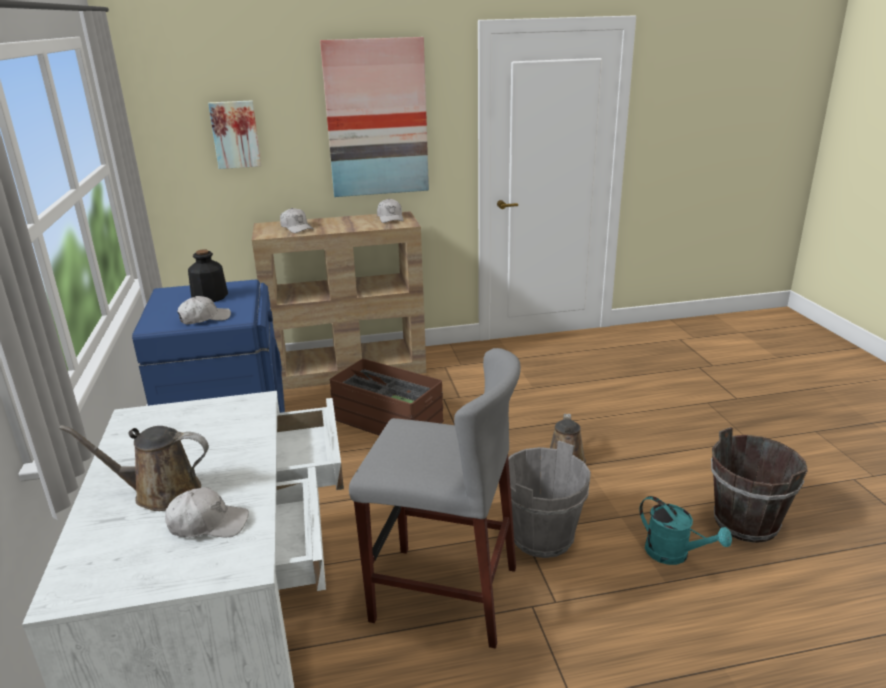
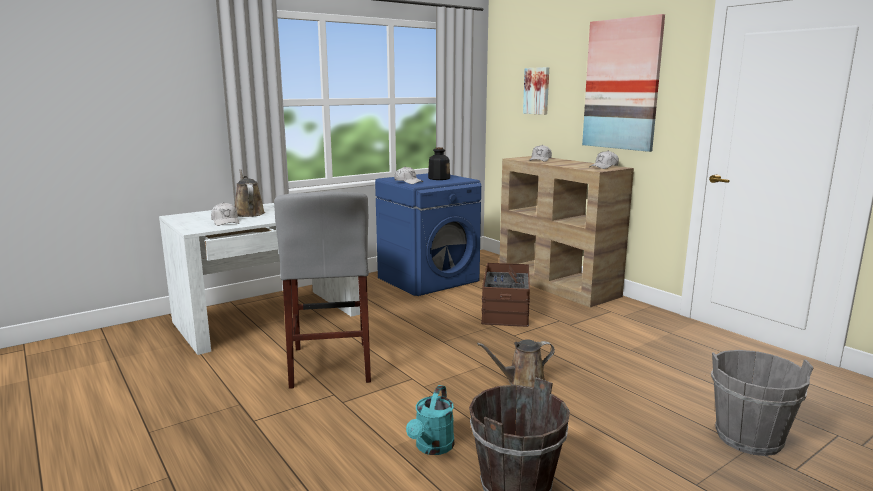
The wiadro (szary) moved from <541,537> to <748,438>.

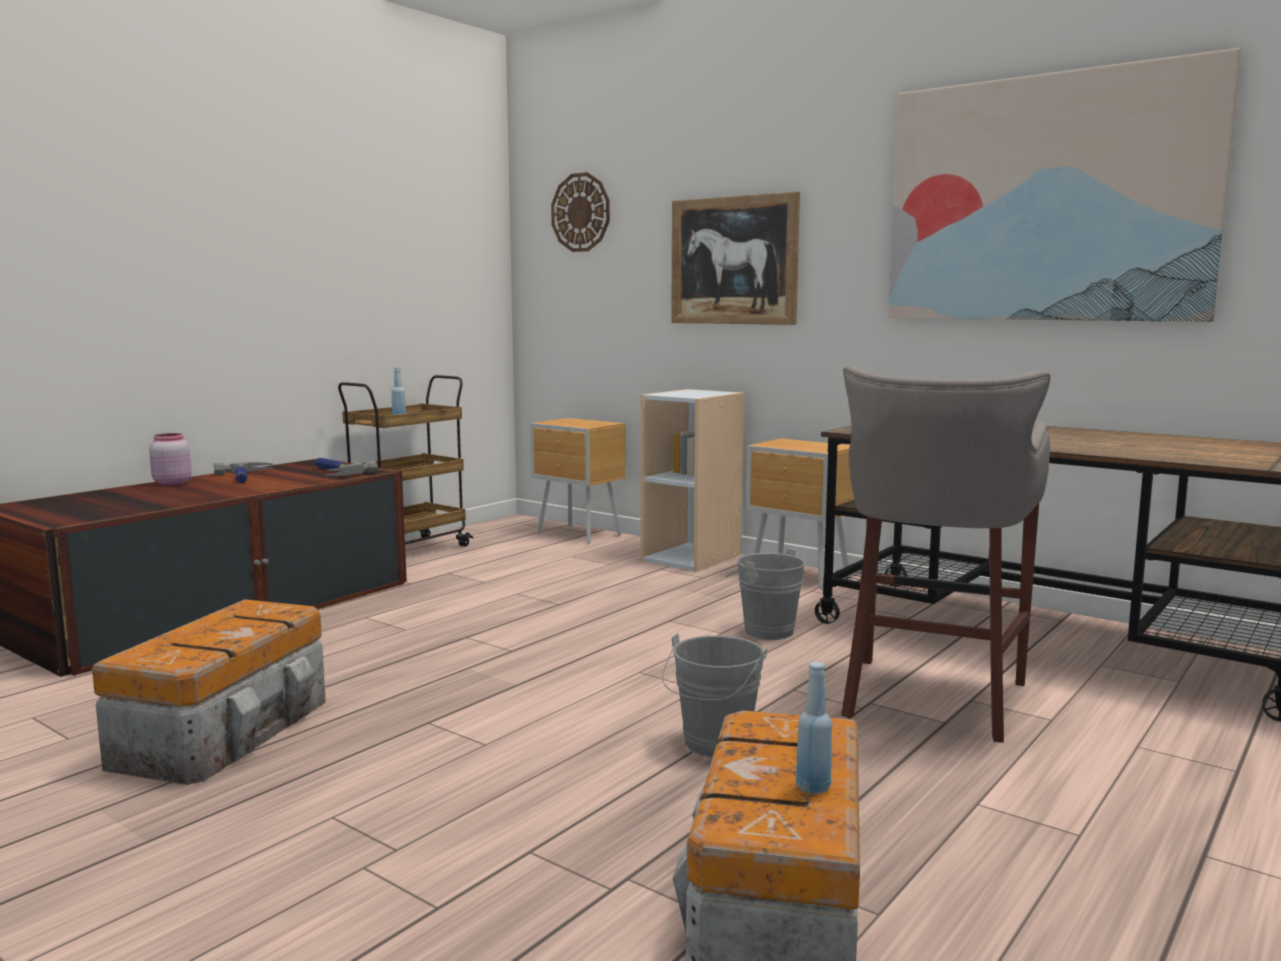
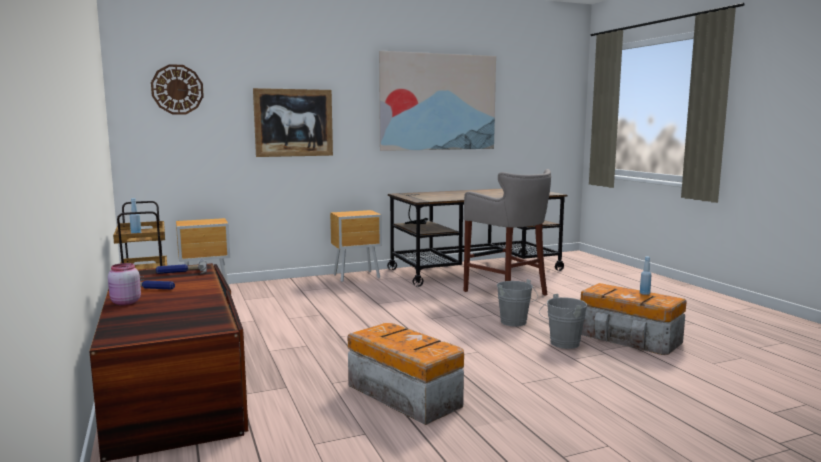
The wiadro (szary) moved from <764,630> to <561,344>.
The regał at <692,557> disappeared.

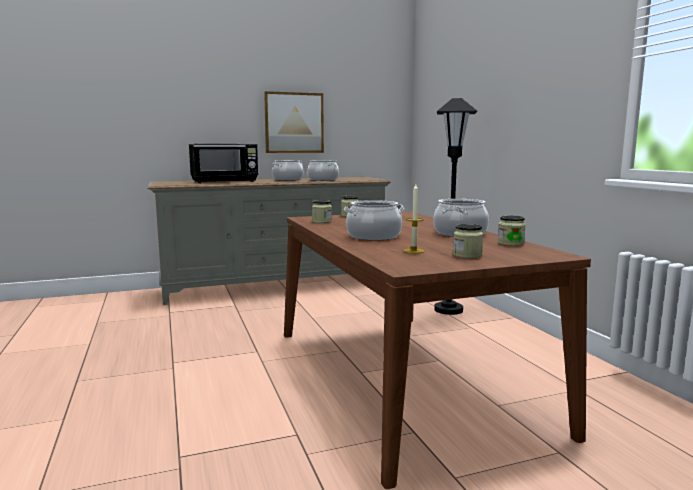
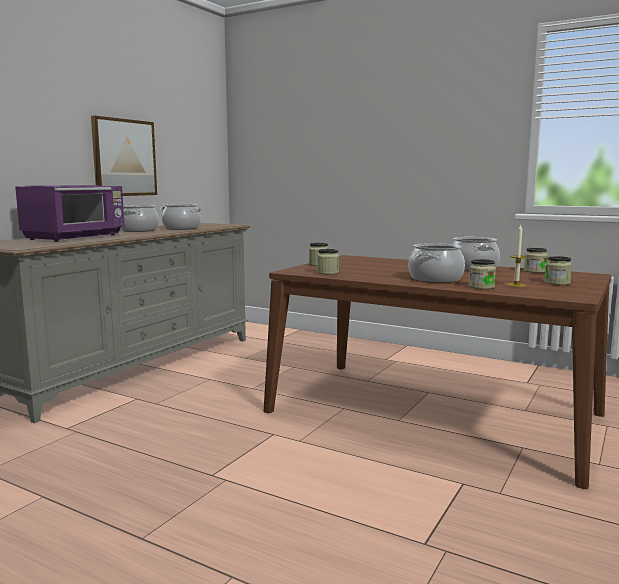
The mikrofalówka (czarny) at <225,181> became the mikrofalówka (fioletowy) at <76,237>.
The słoik at <481,287> appeared.
The lampa stojąca (czarny) at <448,310> disappeared.

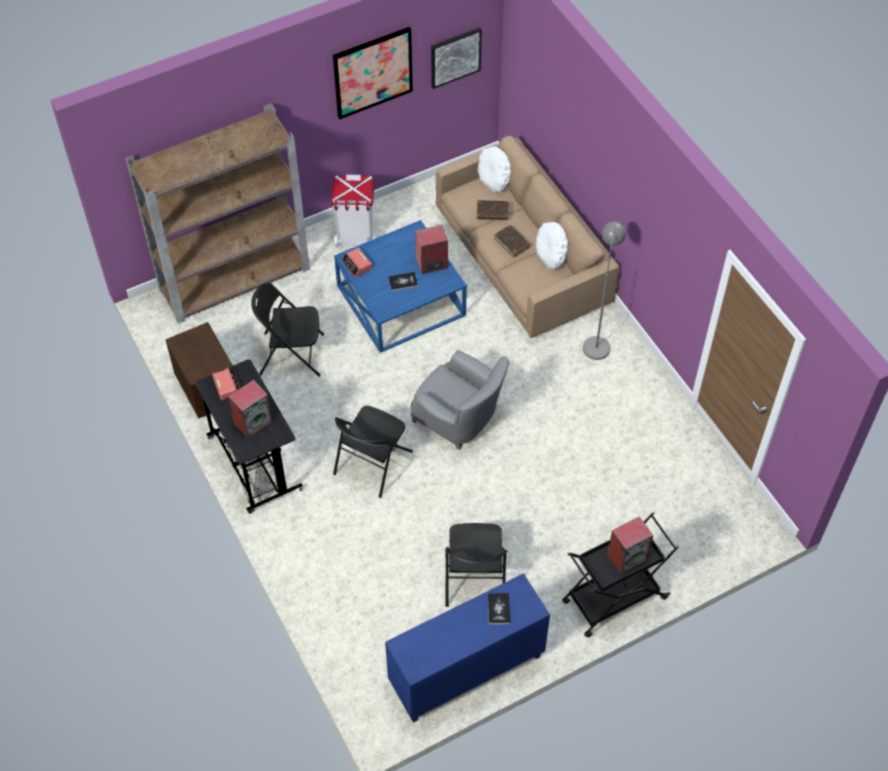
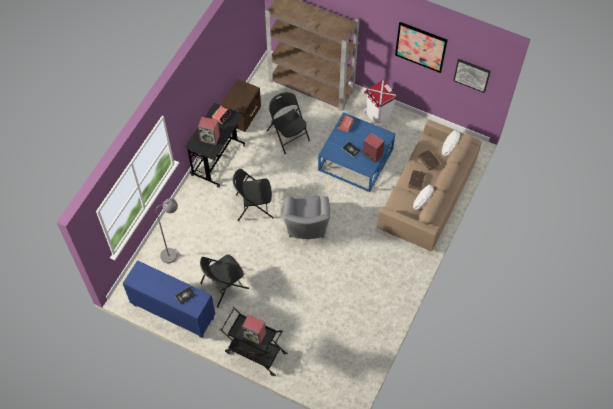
The lampa stojąca (szary) moved from <597,342> to <173,254>.

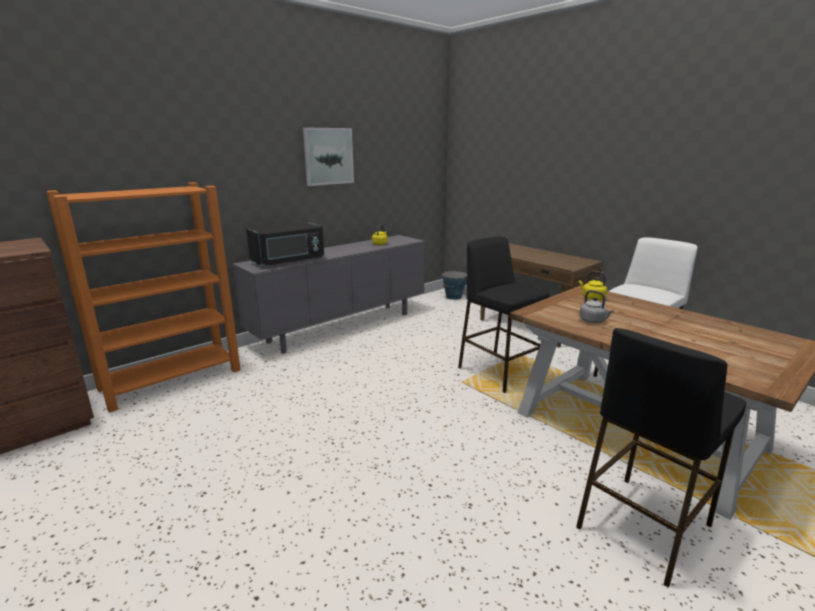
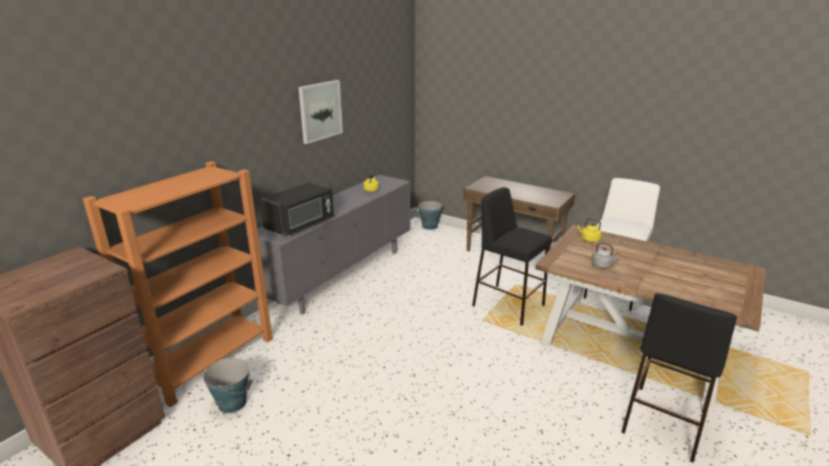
The wiadro at <232,403> appeared.

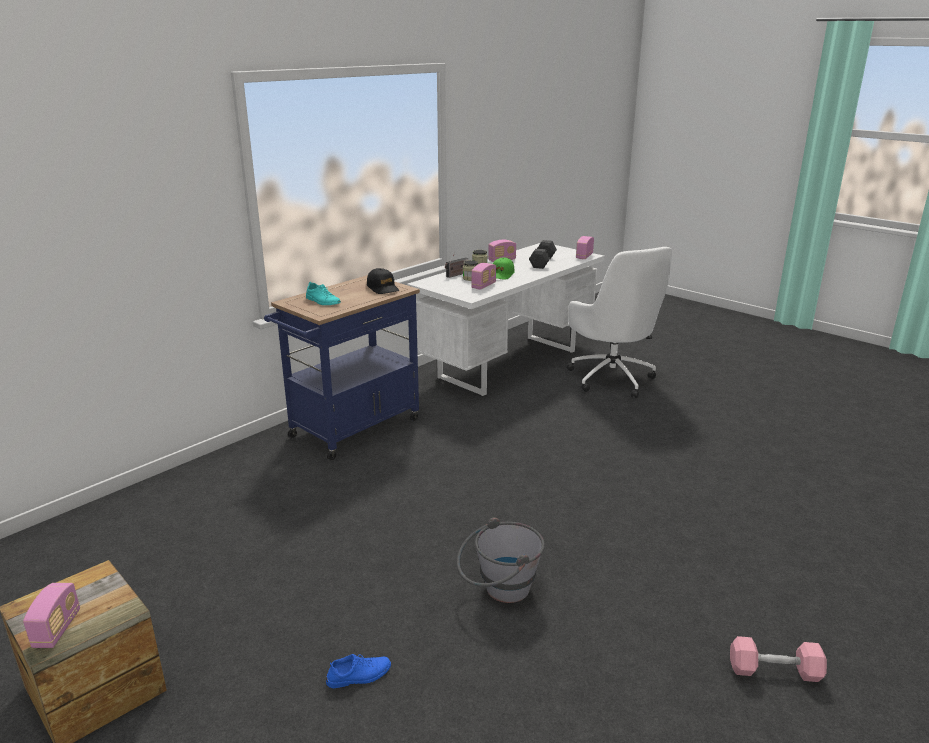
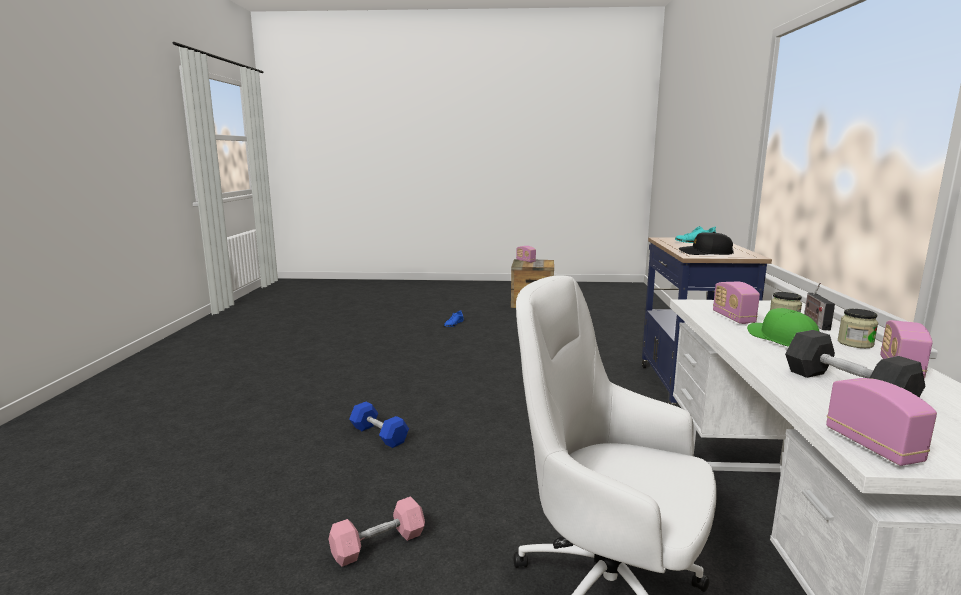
The hantel (różowy) moved from <774,671> to <378,544>.
The hantel (niebieski) at <379,435> appeared.
The wiadro (szary) at <499,591> disappeared.

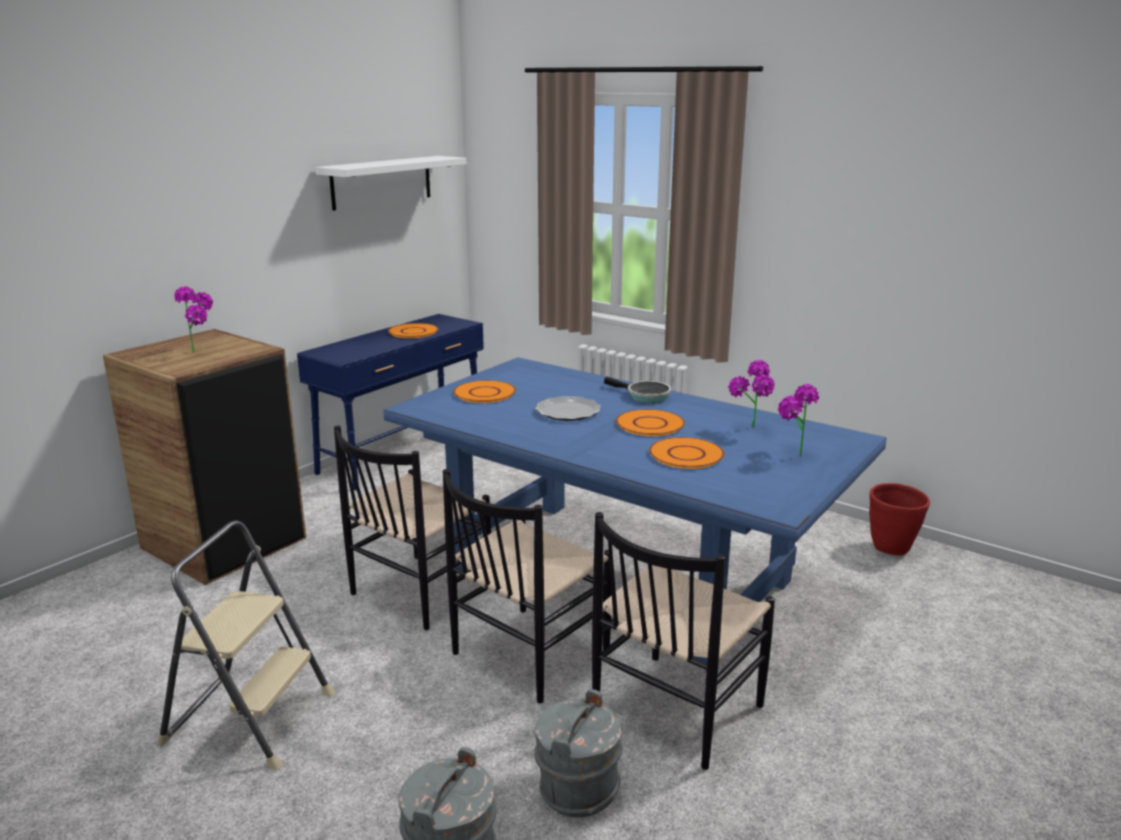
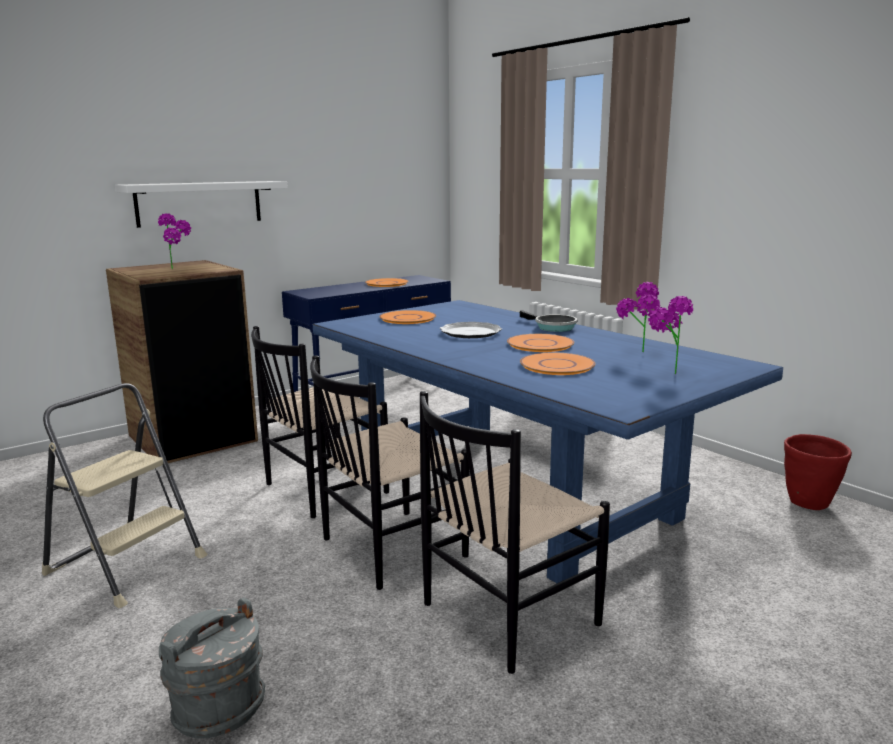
The półka (biały) moved from <382,182> to <199,203>.
The wiadro (szary) at <577,788> disappeared.

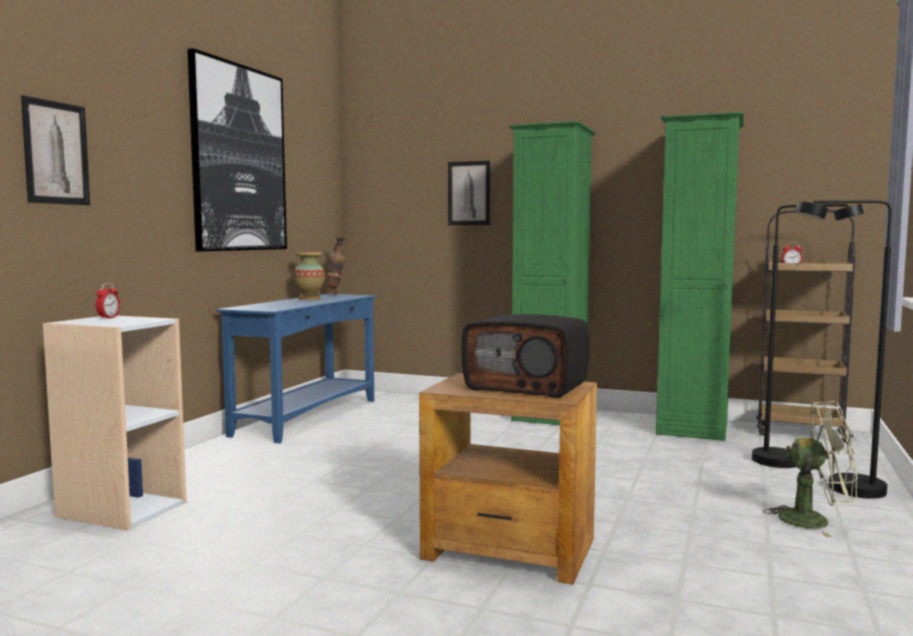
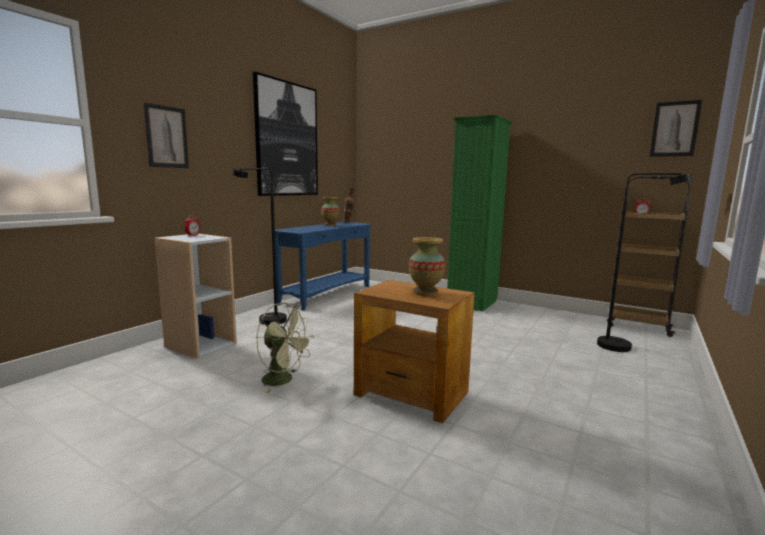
The lampa stojąca (czarny) moved from <841,489> to <266,320>.
The wentylator (zielony) moved from <815,521> to <283,380>.
The radio at <527,386> was replaced by the wazon at <426,293>.
The obraz moved from <469,193> to <674,129>.
The szafka (zielony) at <693,428> disappeared.

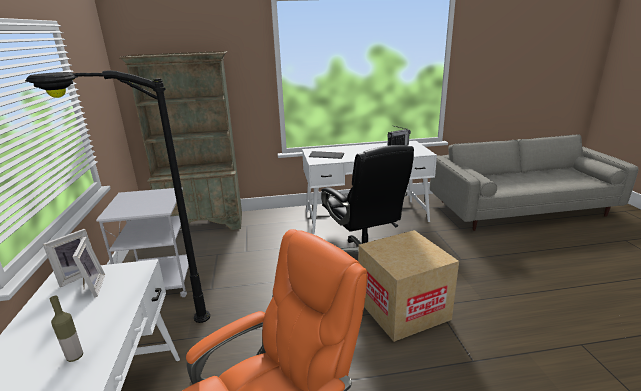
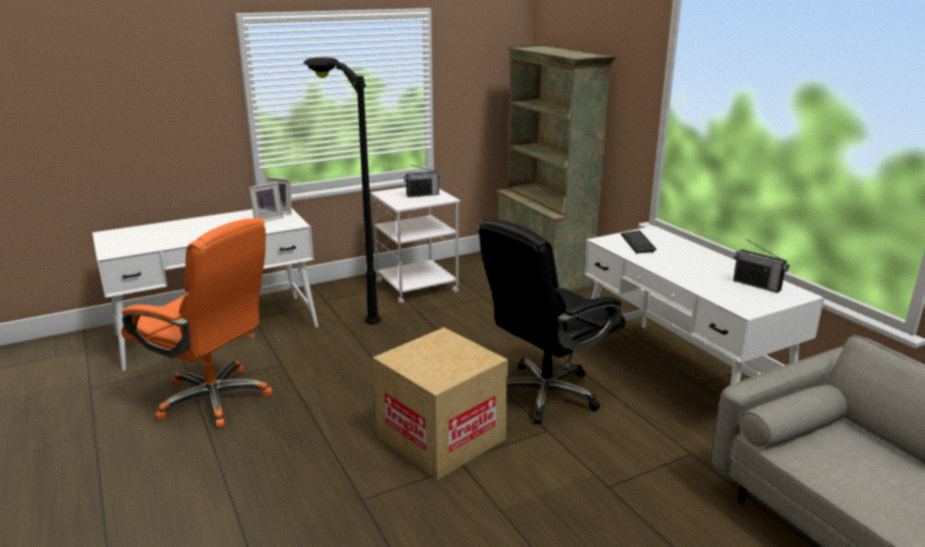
The radio at <422,195> appeared.
The butelka at <75,357> disappeared.

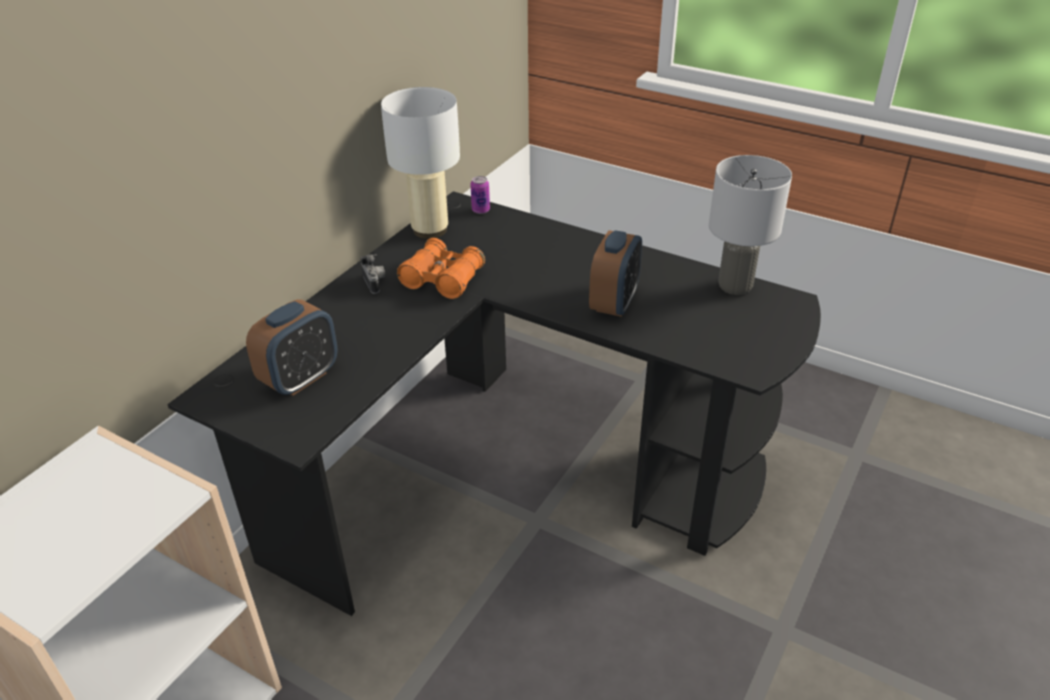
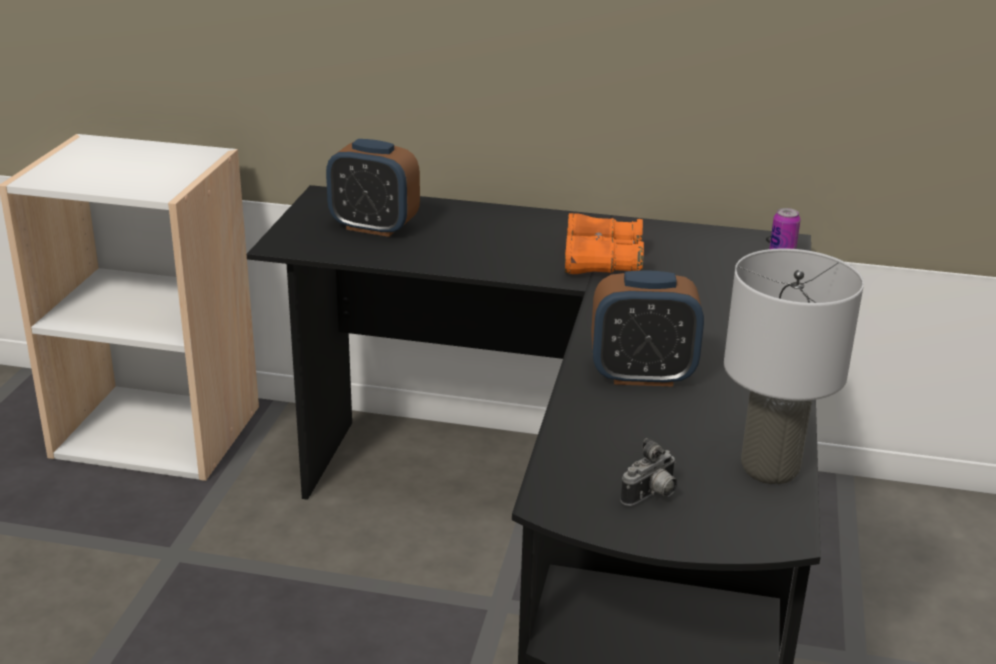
The aparat fotograficzny moved from <375,283> to <652,496>.
The lampa stołowa (biały) at <429,230> disappeared.

